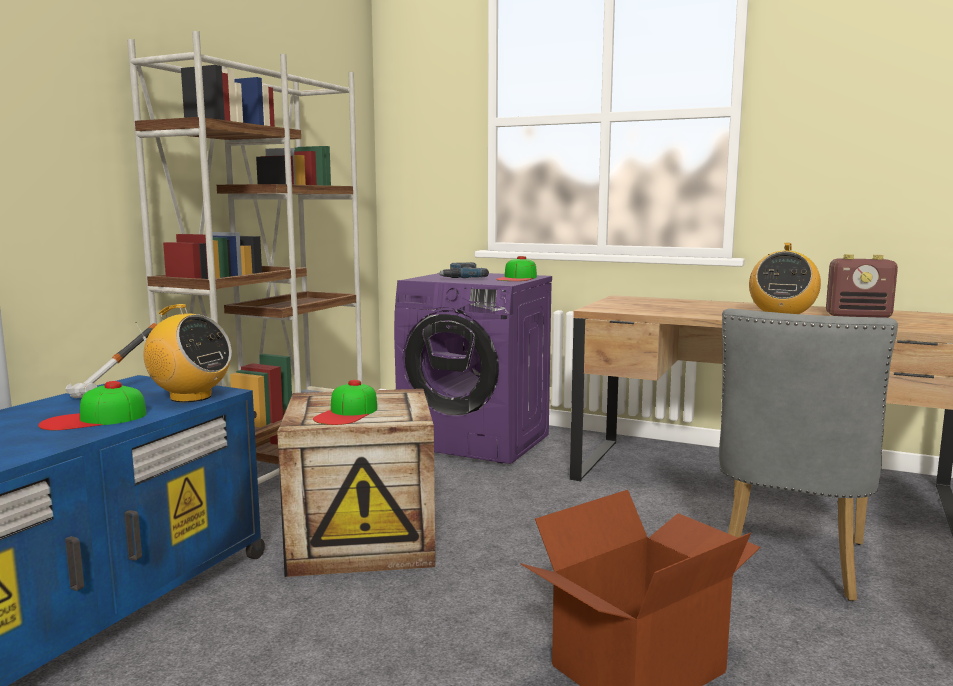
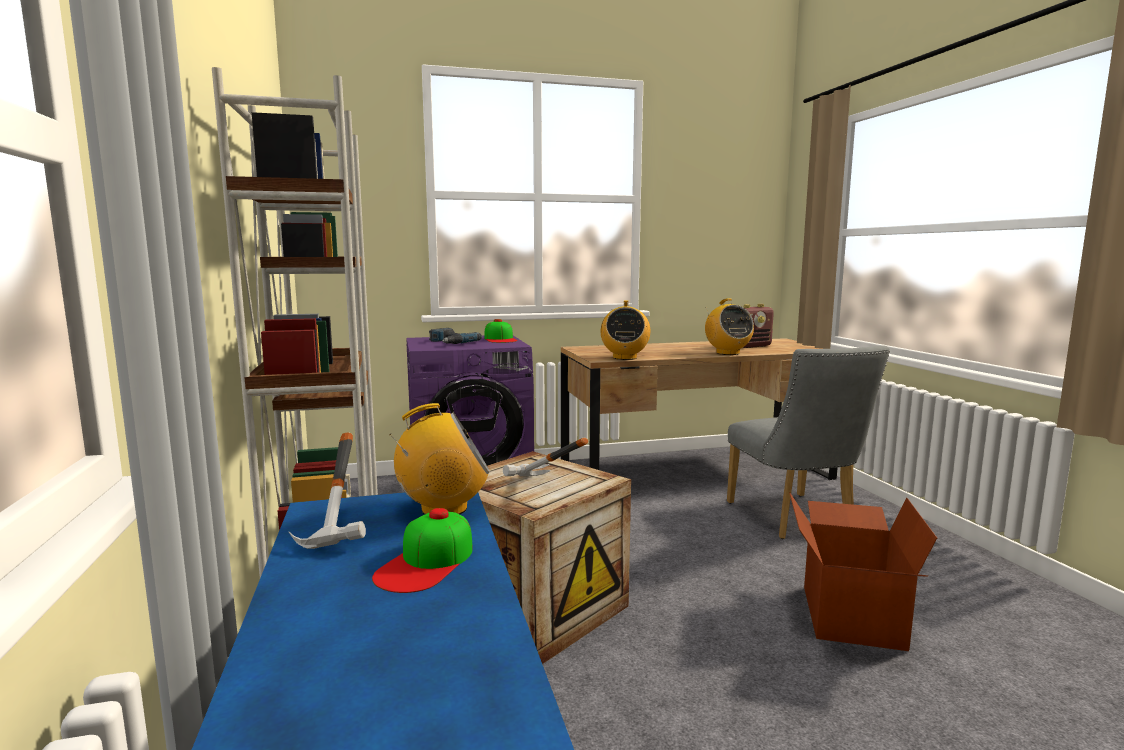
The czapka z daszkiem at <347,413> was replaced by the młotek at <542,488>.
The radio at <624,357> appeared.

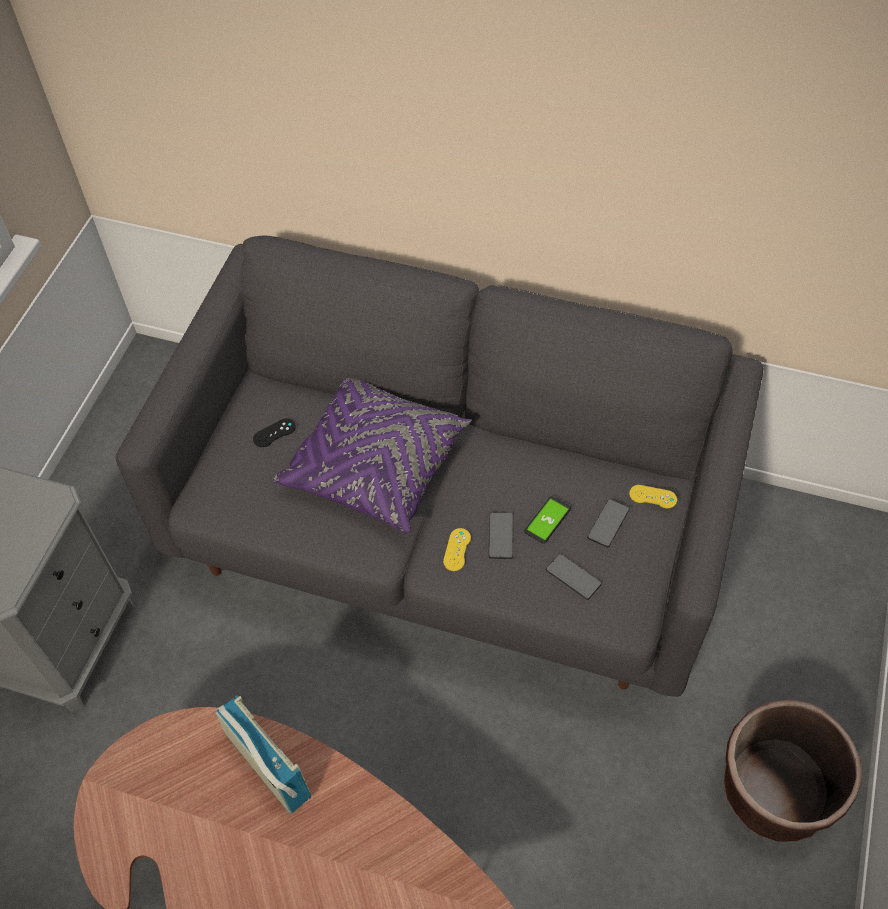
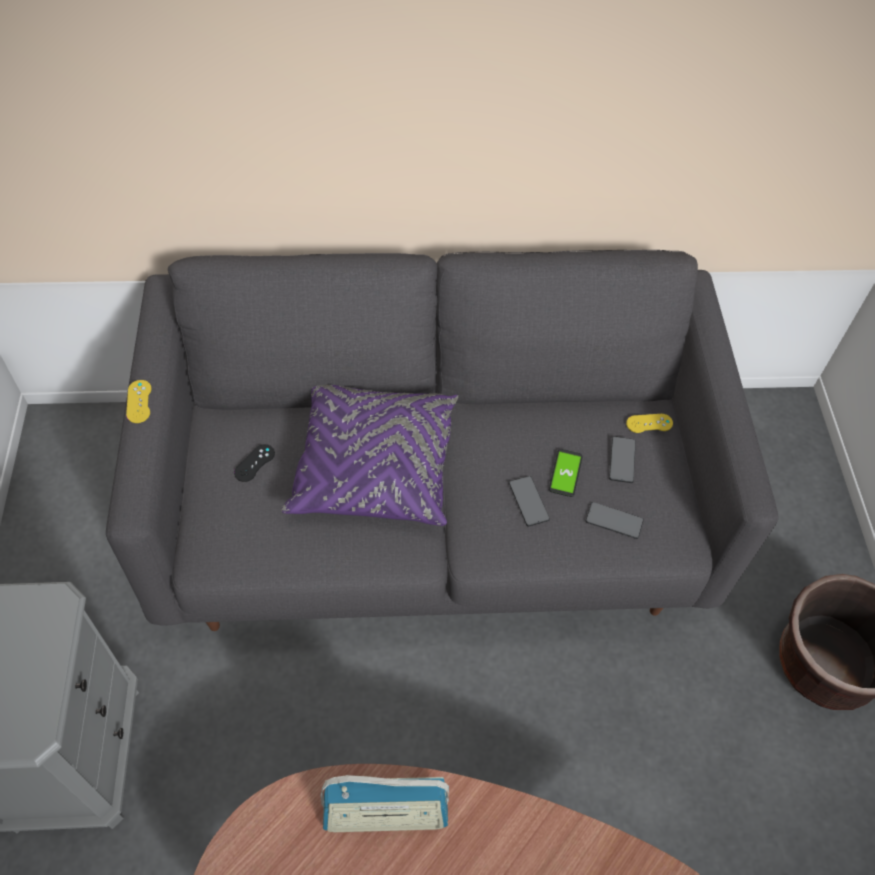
The pad do gier (żółty) moved from <457,549> to <139,401>.
The radio at <268,766> turned 150 degrees clockwise.

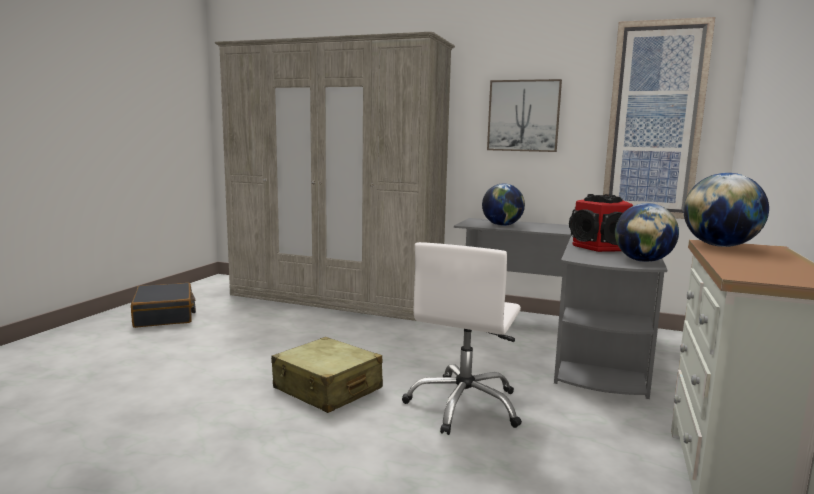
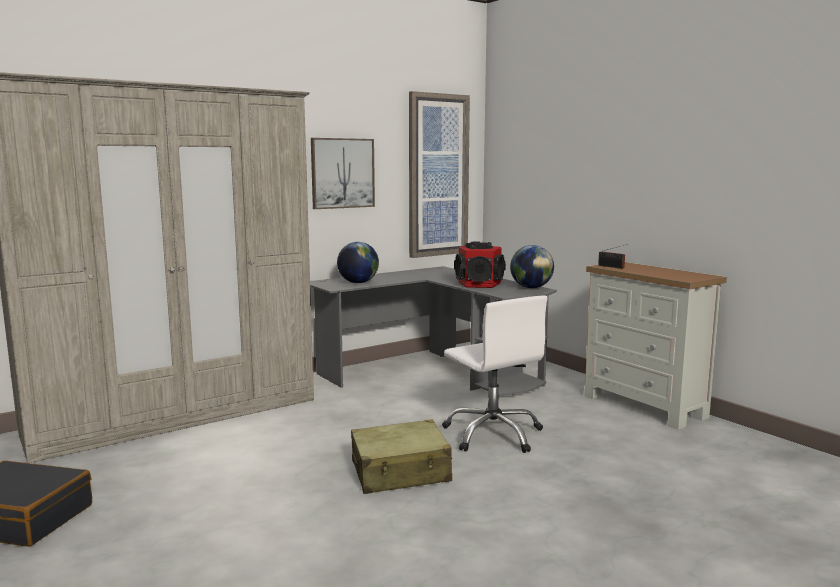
The globus at <720,246> was replaced by the radio at <612,267>.

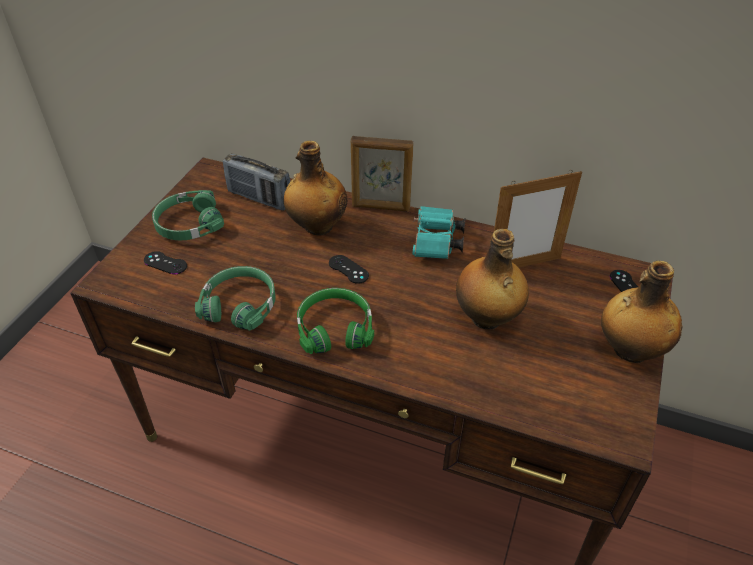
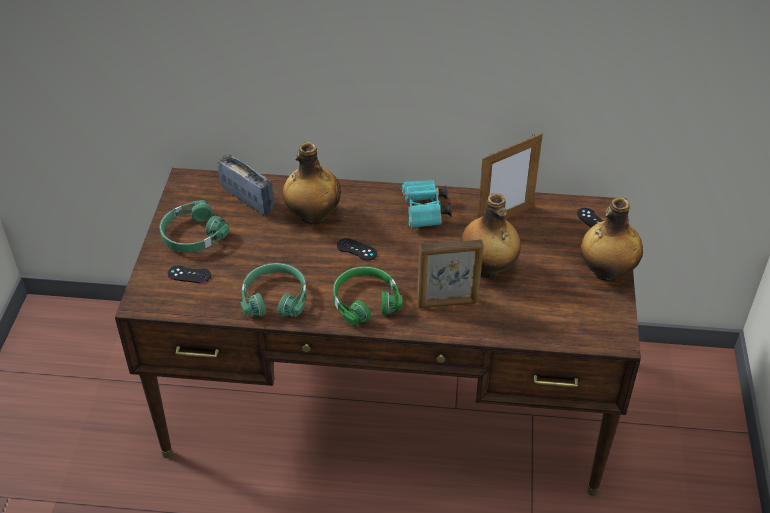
The radio at <259,198> turned 150 degrees counterclockwise.
The ramka na zdjęcie moved from <381,207> to <447,303>.

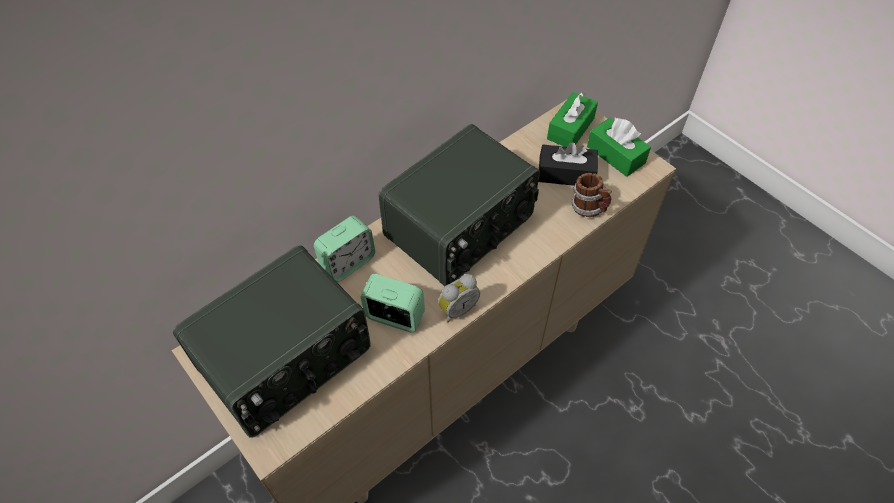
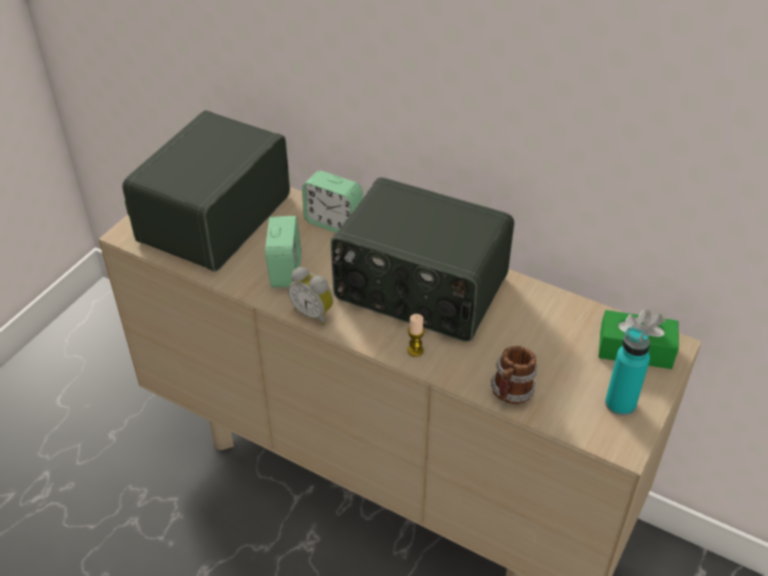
The radio at <286,360> turned 90 degrees clockwise.
The świeca at <415,350> appeared.
The pudełko chusteczek (zielony) at <615,155> was replaced by the butelka (turkusowy) at <620,404>.
The pudełko chusteczek (czarny) at <566,174> disappeared.

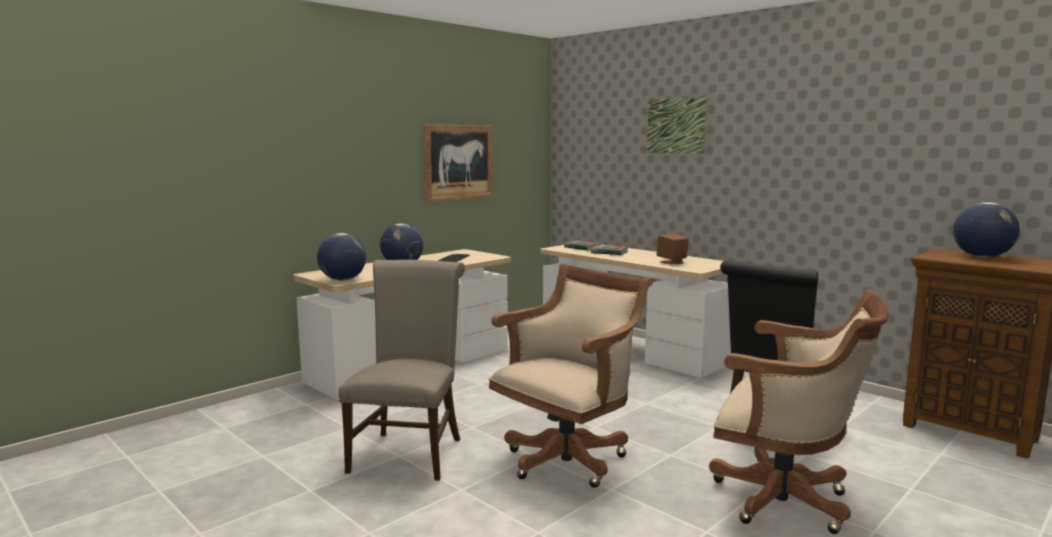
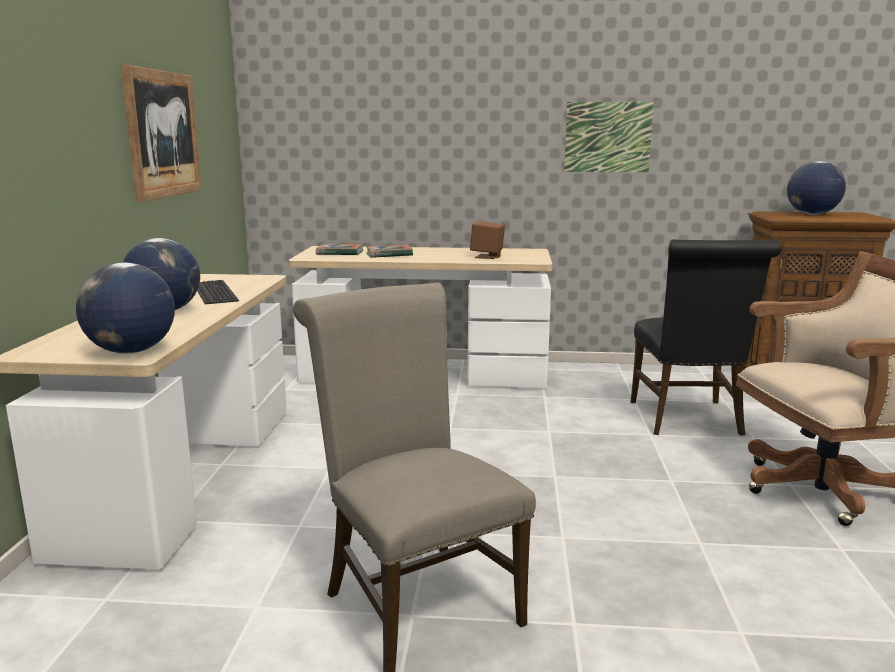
The obraz moved from <676,126> to <608,137>.
The krzesło biurowe at <569,459> disappeared.

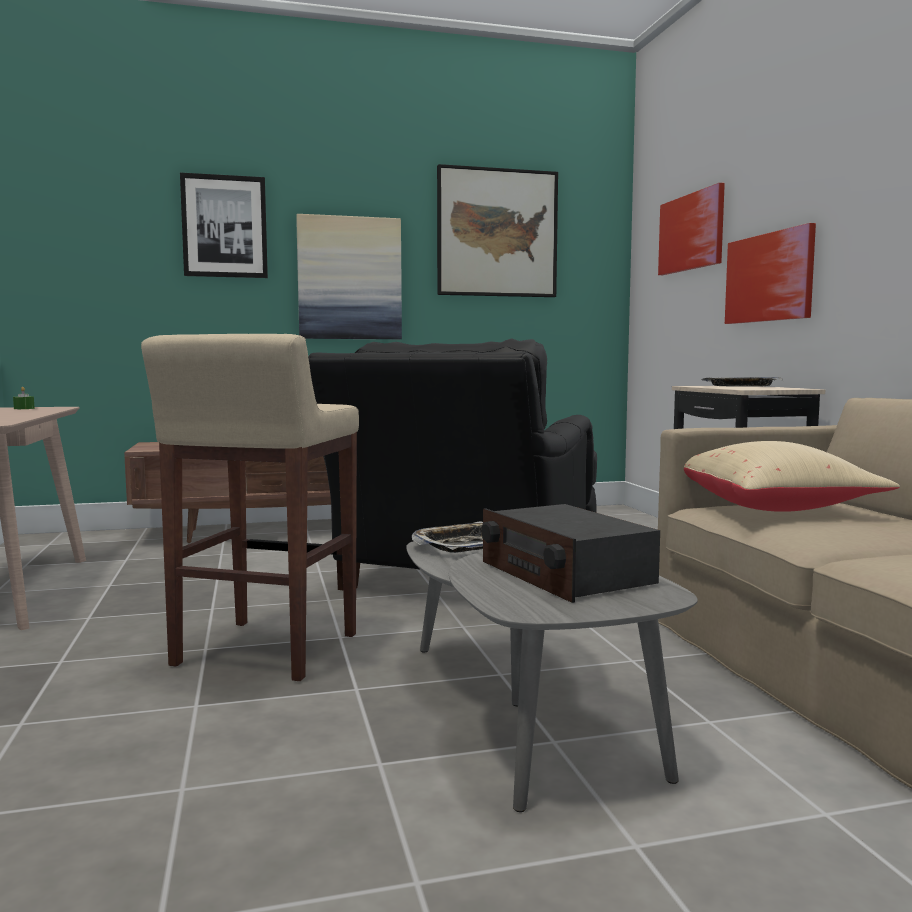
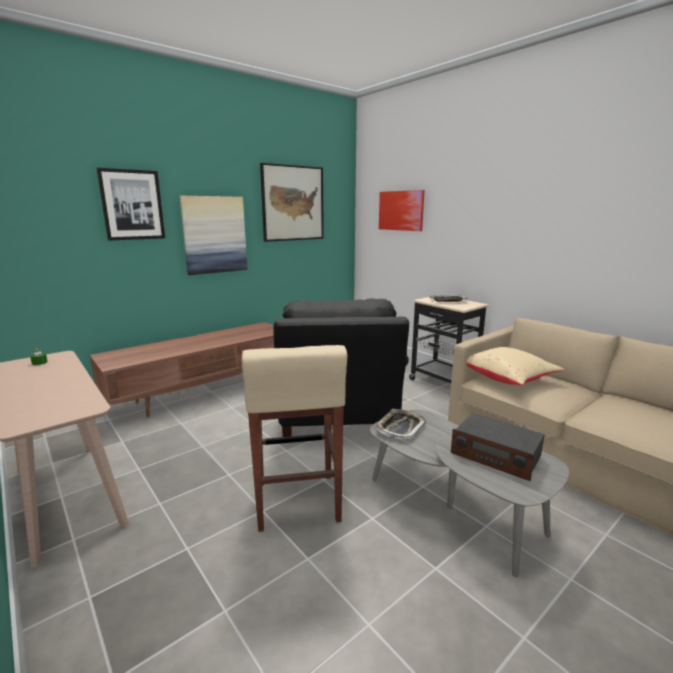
The obraz at <769,277> disappeared.

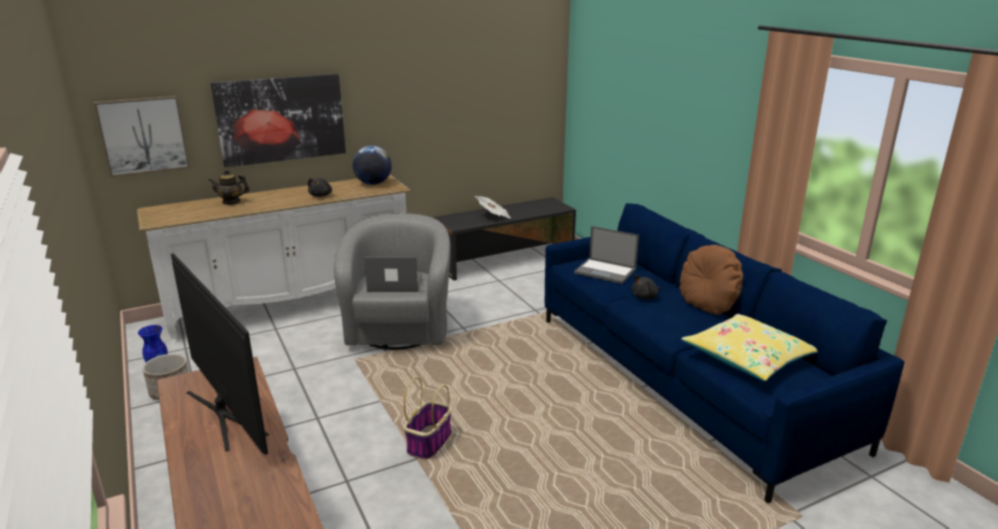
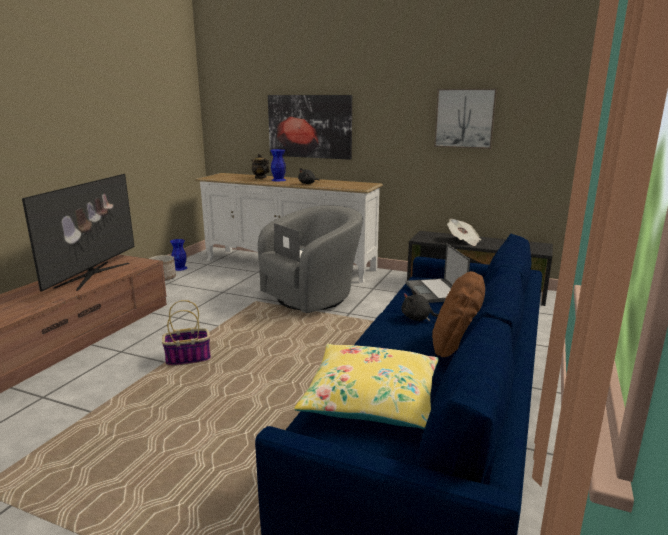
The wazon (niebieski) at <278,180> appeared.
The obraz moved from <143,135> to <464,118>.
The globus at <373,183> disappeared.

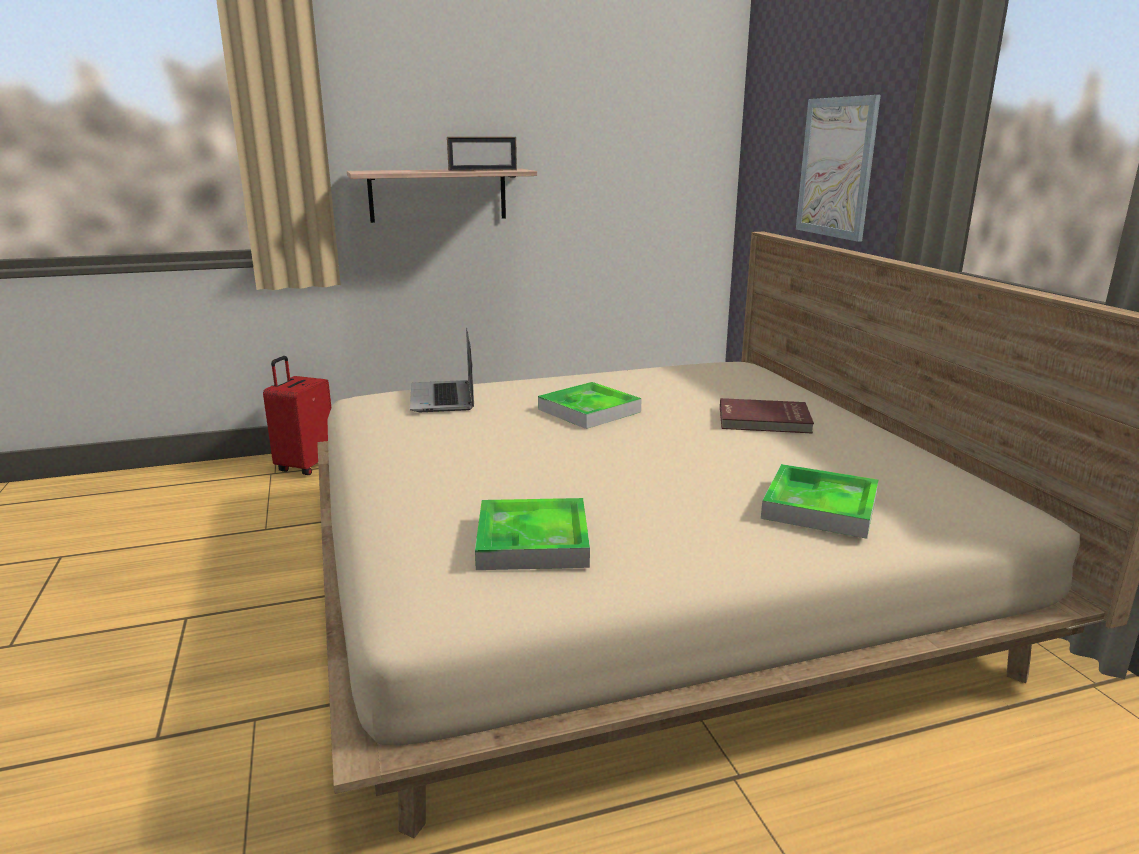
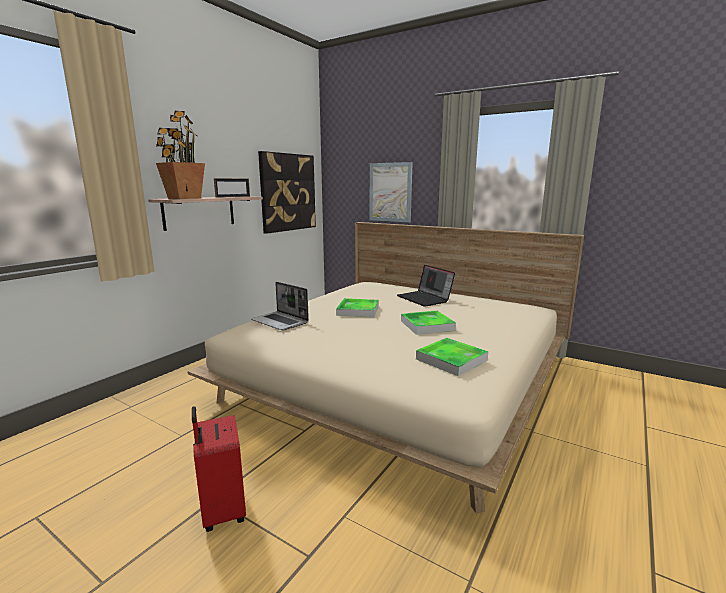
The roślina doniczkowa at <184,198> appeared.
The walizka (czerwony) moved from <305,466> to <222,511>.
The obraz at <288,192> appeared.
The książka (czerwony) at <764,420> was replaced by the laptop at <425,299>.
The taca moved from <819,507> to <427,325>.

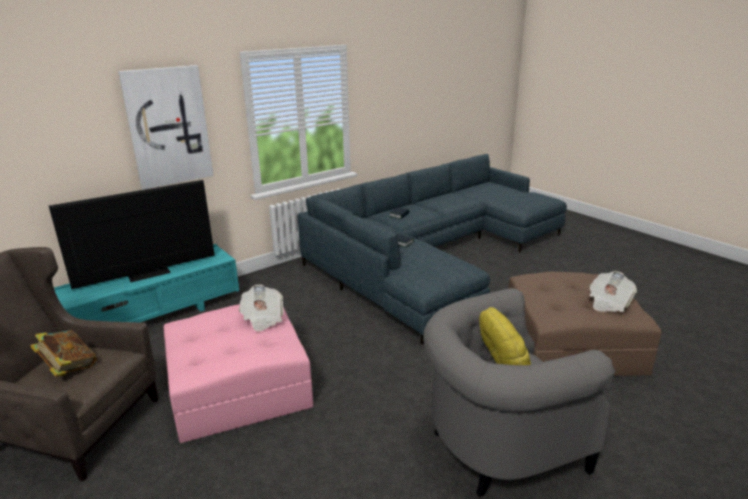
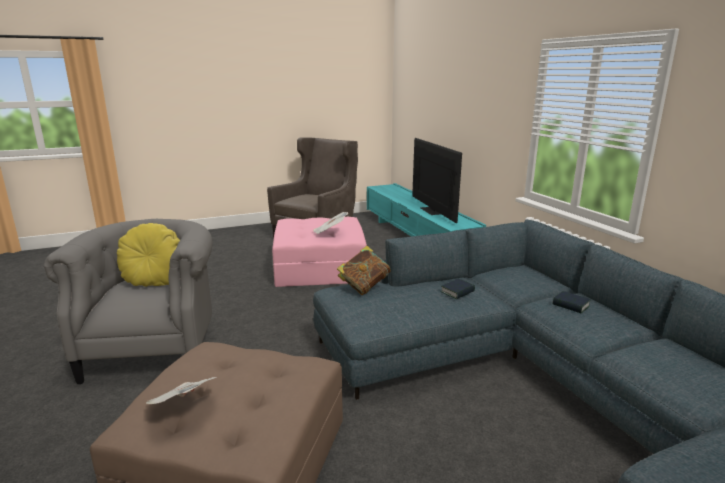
The książka moved from <69,368> to <364,287>.
The obraz at <168,126> disappeared.

